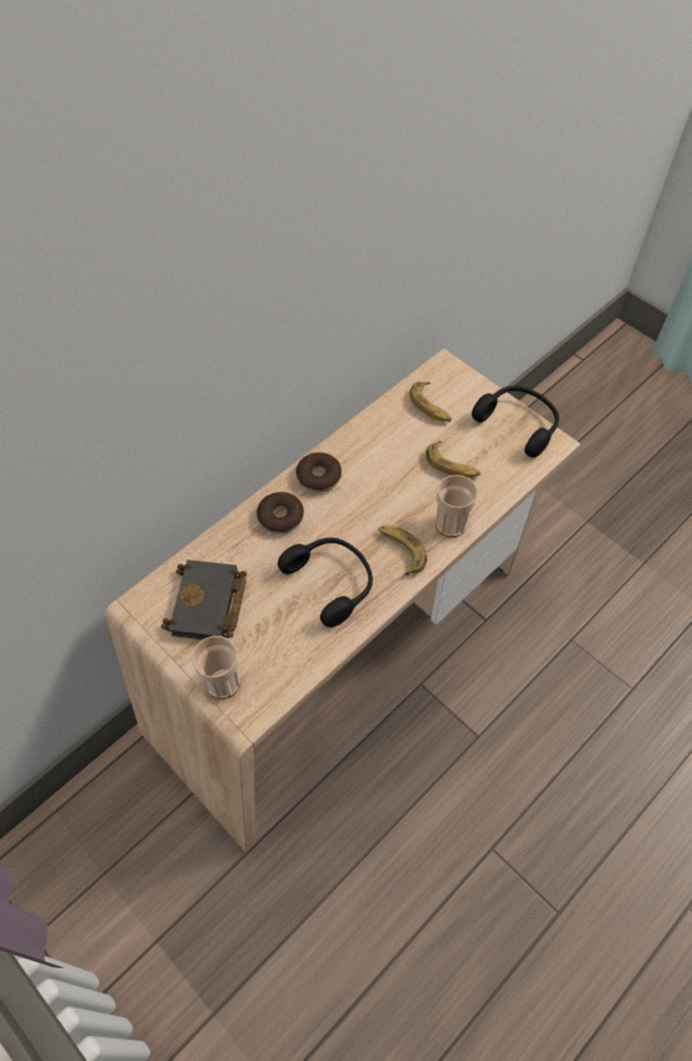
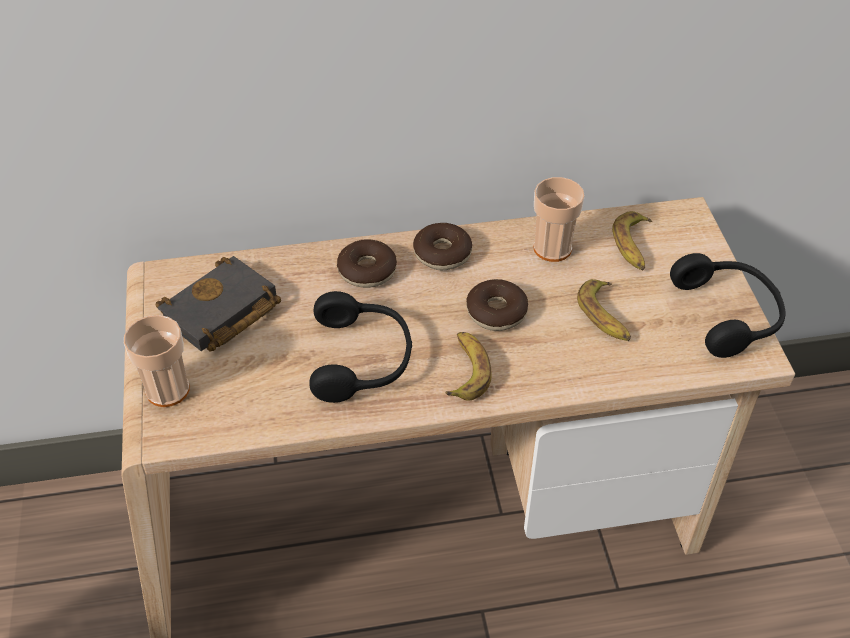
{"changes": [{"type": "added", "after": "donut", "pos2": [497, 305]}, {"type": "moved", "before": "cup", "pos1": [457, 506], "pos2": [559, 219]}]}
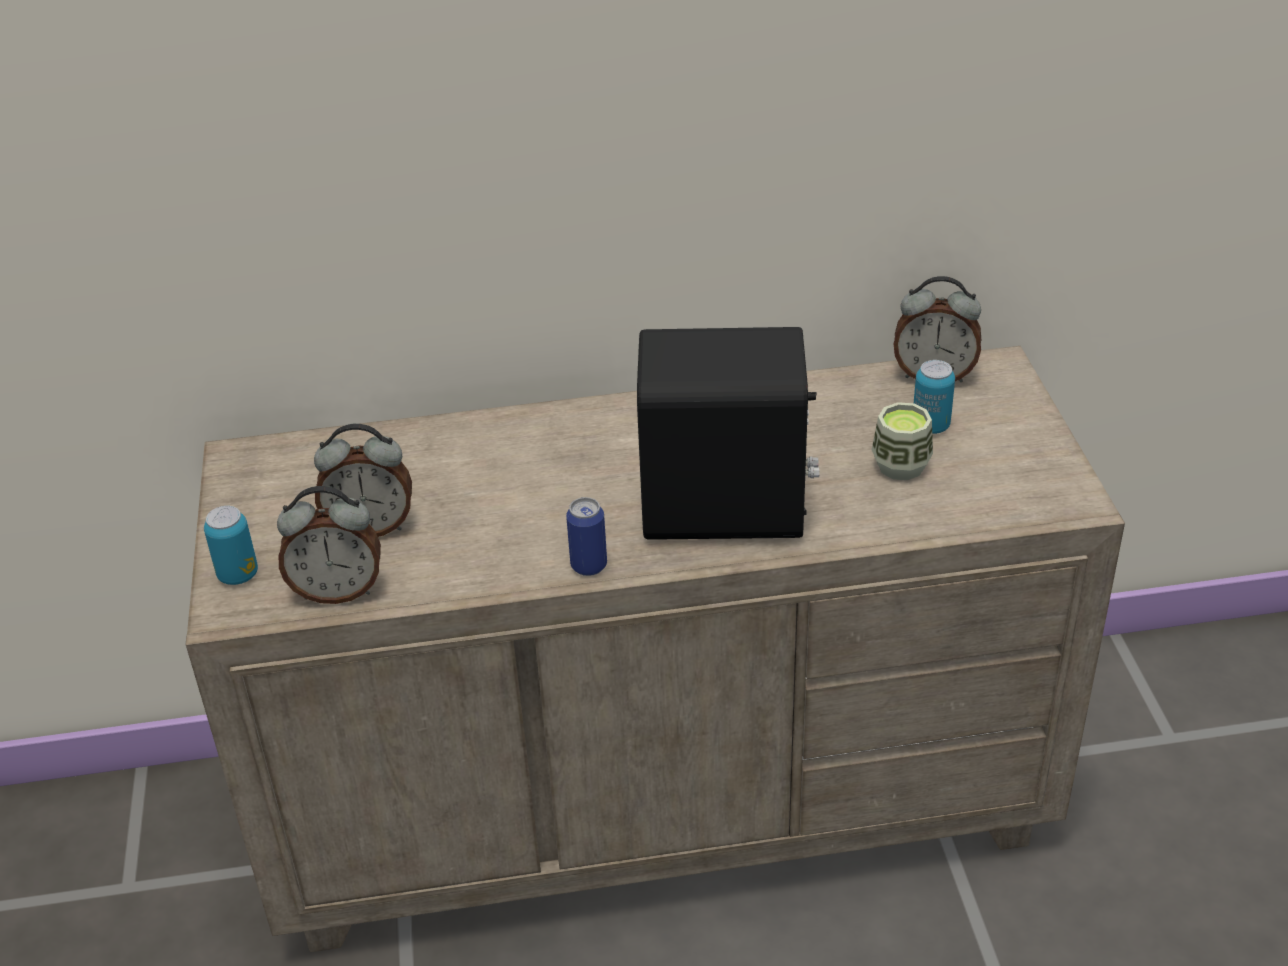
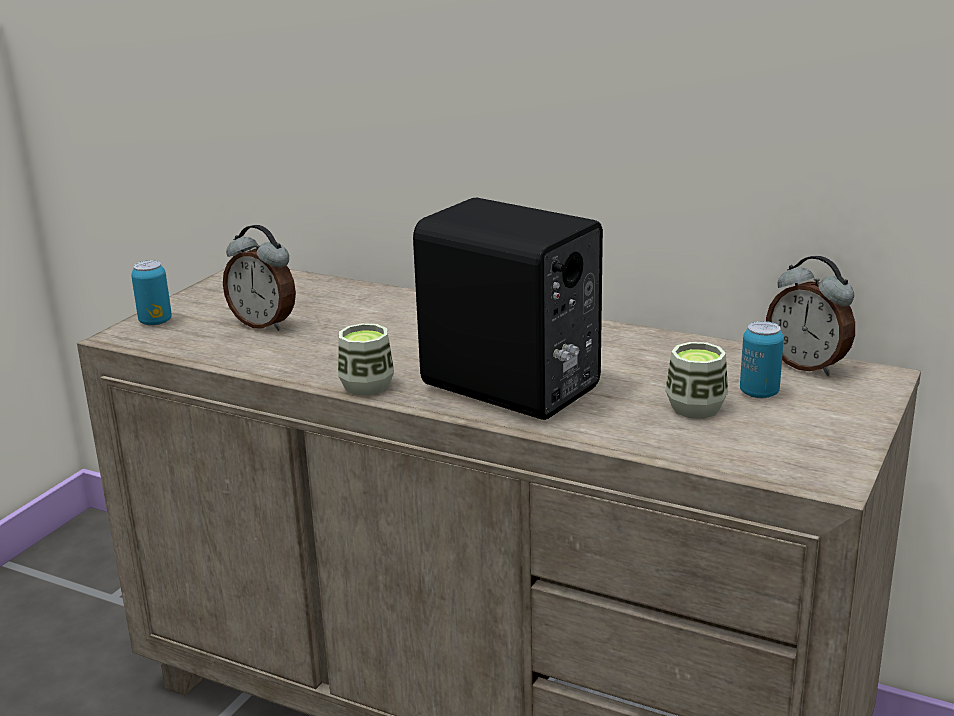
{"changes": [{"type": "replaced", "before": "can", "after": "cup", "pos1": [586, 536], "pos2": [366, 359]}, {"type": "removed", "before": "alarm clock", "pos1": [329, 545]}]}
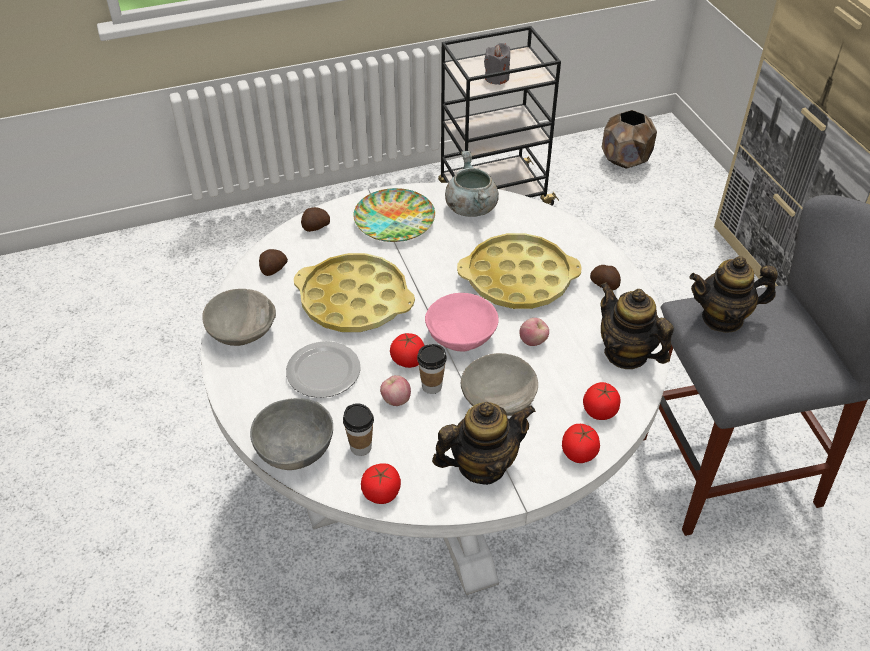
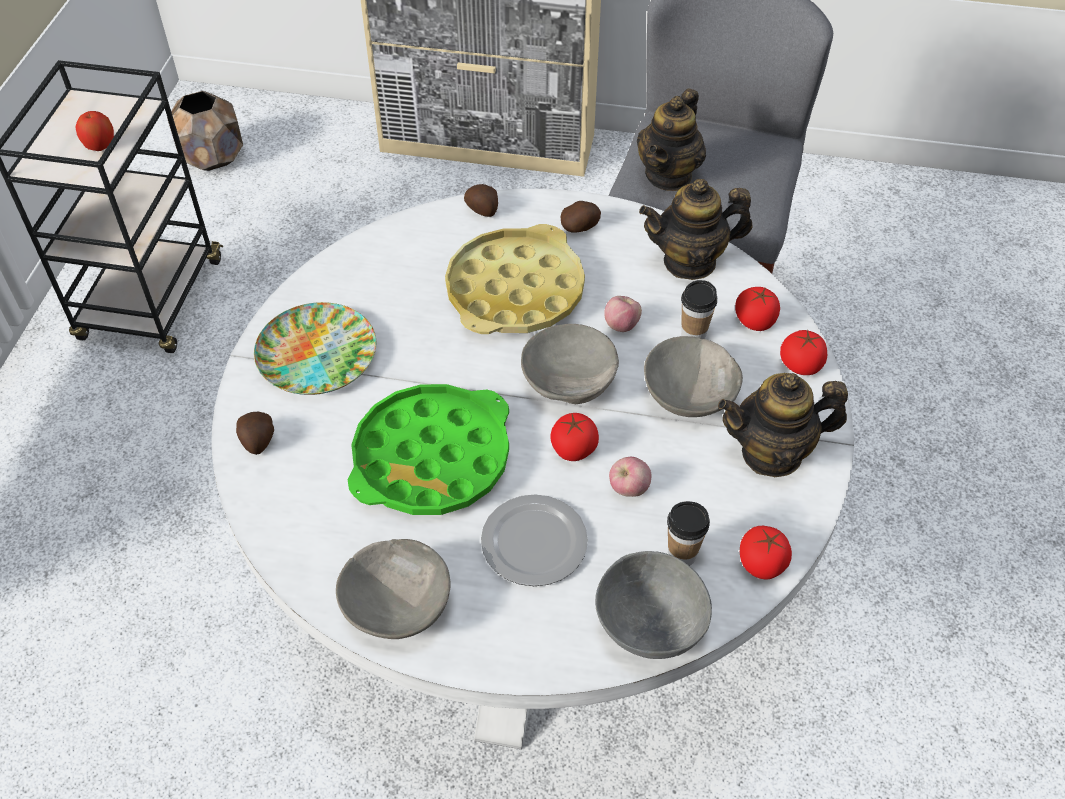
{"changes": [{"type": "replaced", "before": "grey candle", "after": "apple", "pos1": [497, 64], "pos2": [94, 131]}, {"type": "recoloured", "before": "yellow tray", "after": "green tray", "pos1": [354, 292], "pos2": [428, 449]}, {"type": "moved", "before": "potato", "pos1": [273, 262], "pos2": [481, 200]}, {"type": "recoloured", "before": "pink bowl", "after": "grey bowl", "pos1": [462, 322], "pos2": [570, 364]}, {"type": "moved", "before": "cup", "pos1": [432, 369], "pos2": [699, 309]}, {"type": "turned", "before": "teapot", "pos1": [484, 443], "pos2": [783, 425], "turn": -105}, {"type": "removed", "before": "grey cooking pot", "pos1": [472, 184]}]}
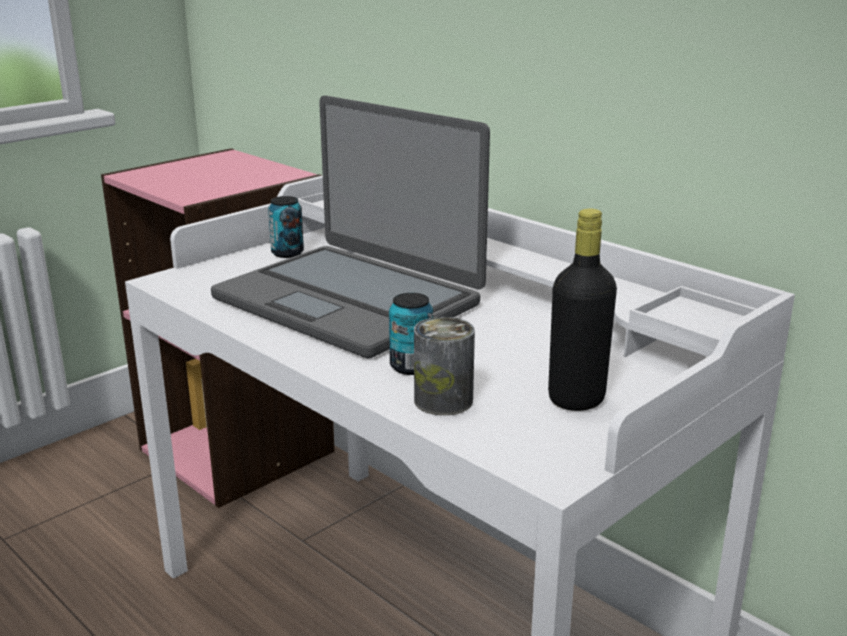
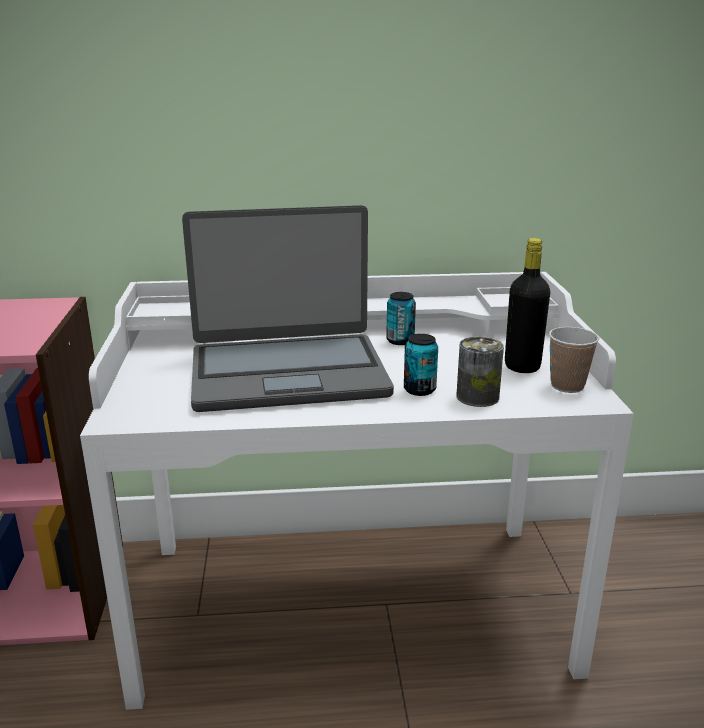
{"changes": [{"type": "moved", "before": "can", "pos1": [286, 227], "pos2": [401, 318]}, {"type": "added", "after": "cup", "pos2": [574, 360]}]}
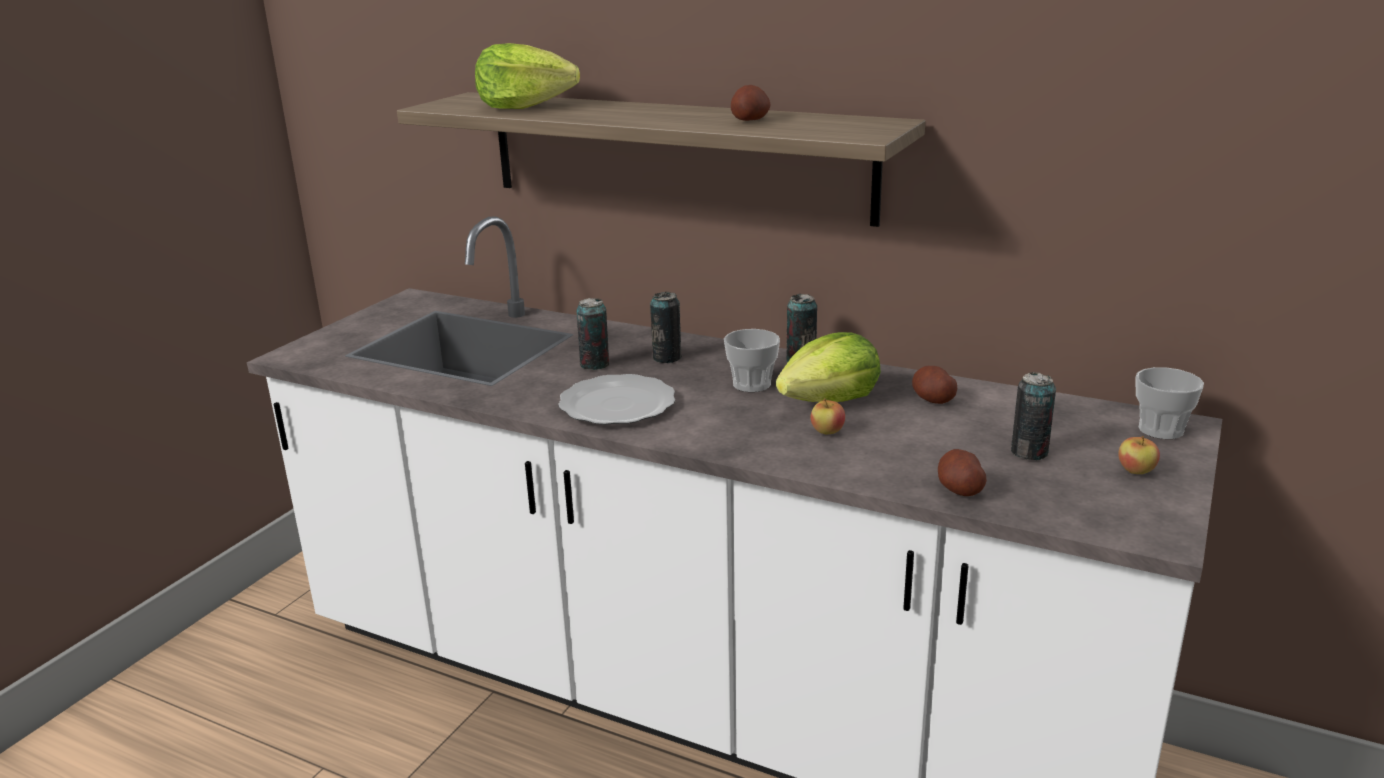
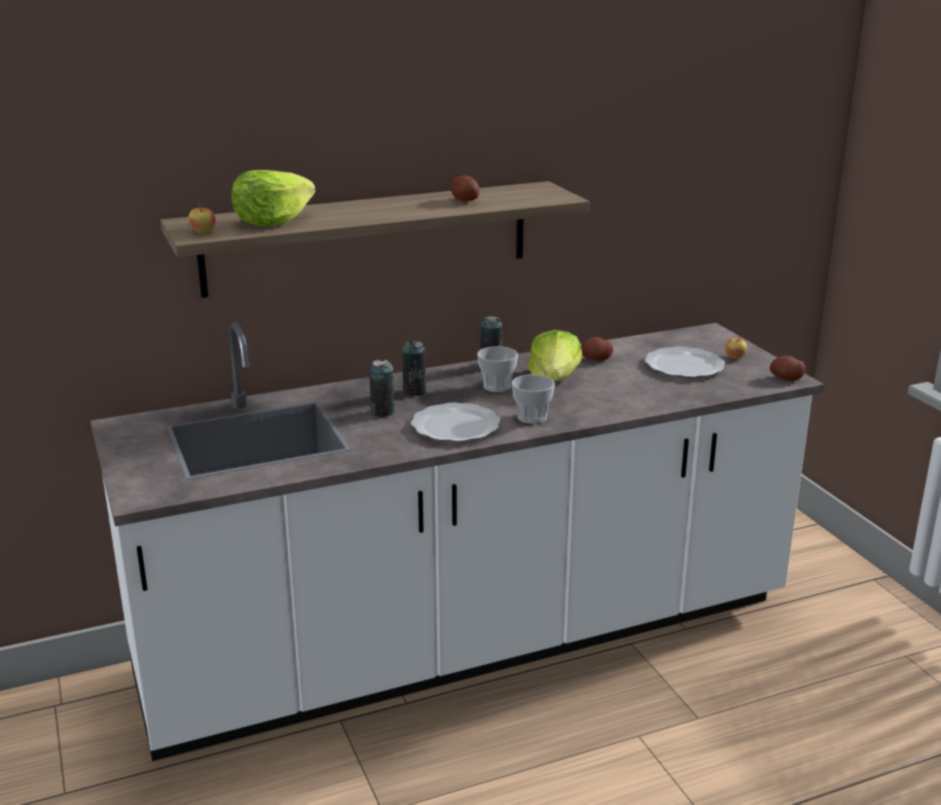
{"changes": [{"type": "moved", "before": "apple", "pos1": [827, 416], "pos2": [201, 218]}, {"type": "moved", "before": "cup", "pos1": [1170, 403], "pos2": [533, 399]}, {"type": "replaced", "before": "can", "after": "plate", "pos1": [1033, 416], "pos2": [685, 362]}, {"type": "moved", "before": "potato", "pos1": [962, 472], "pos2": [787, 368]}]}
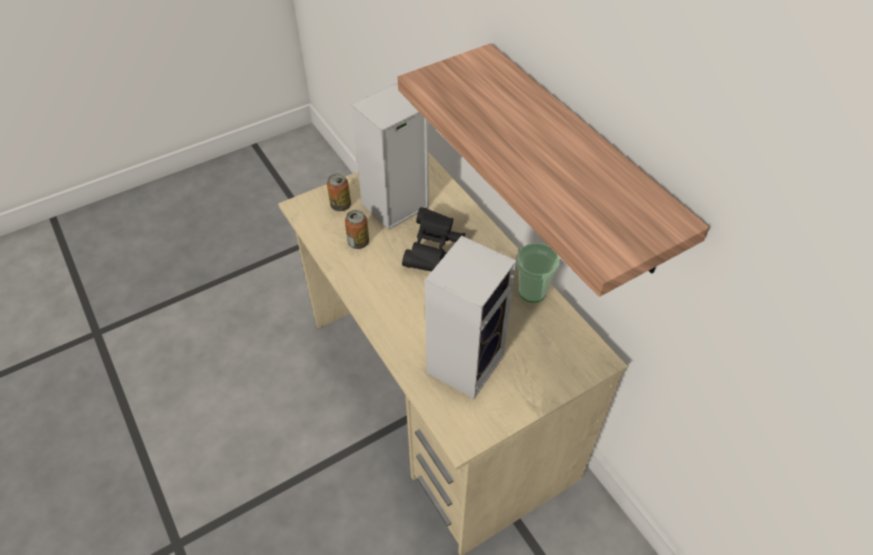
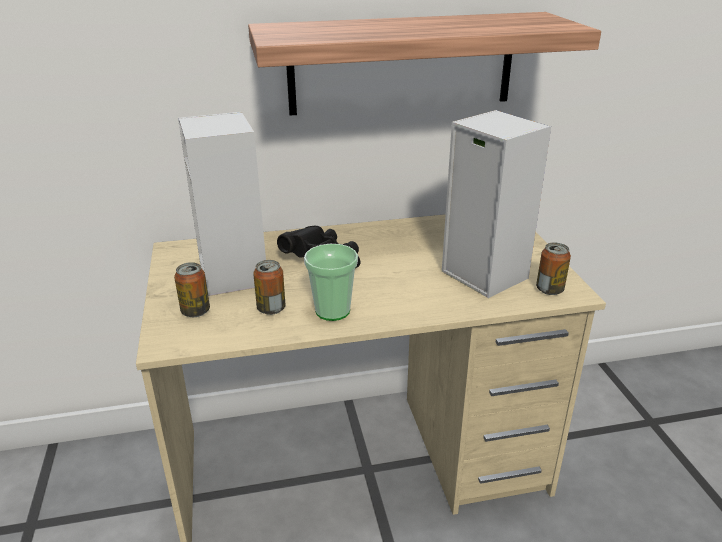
{"changes": [{"type": "moved", "before": "cup", "pos1": [538, 273], "pos2": [331, 282]}, {"type": "added", "after": "can", "pos2": [553, 269]}]}
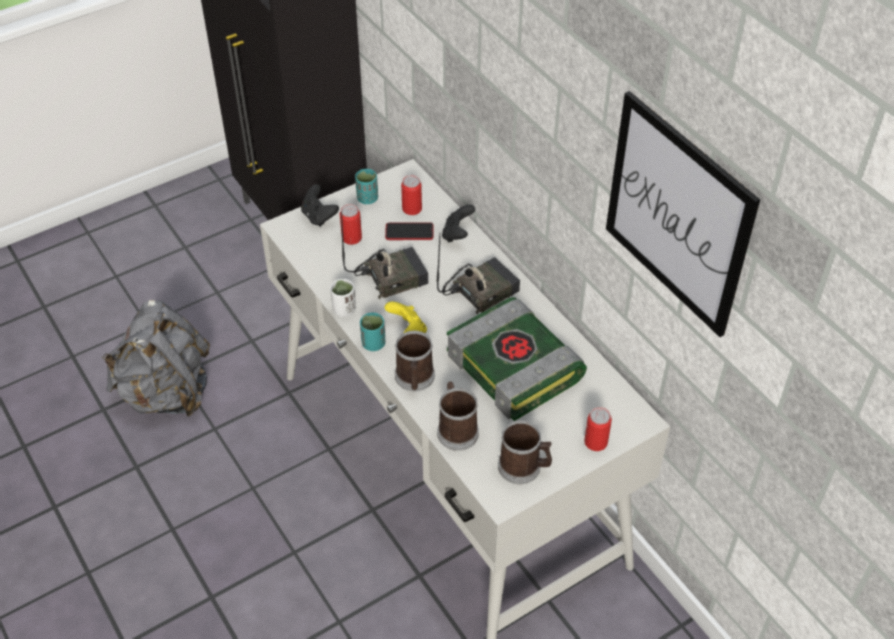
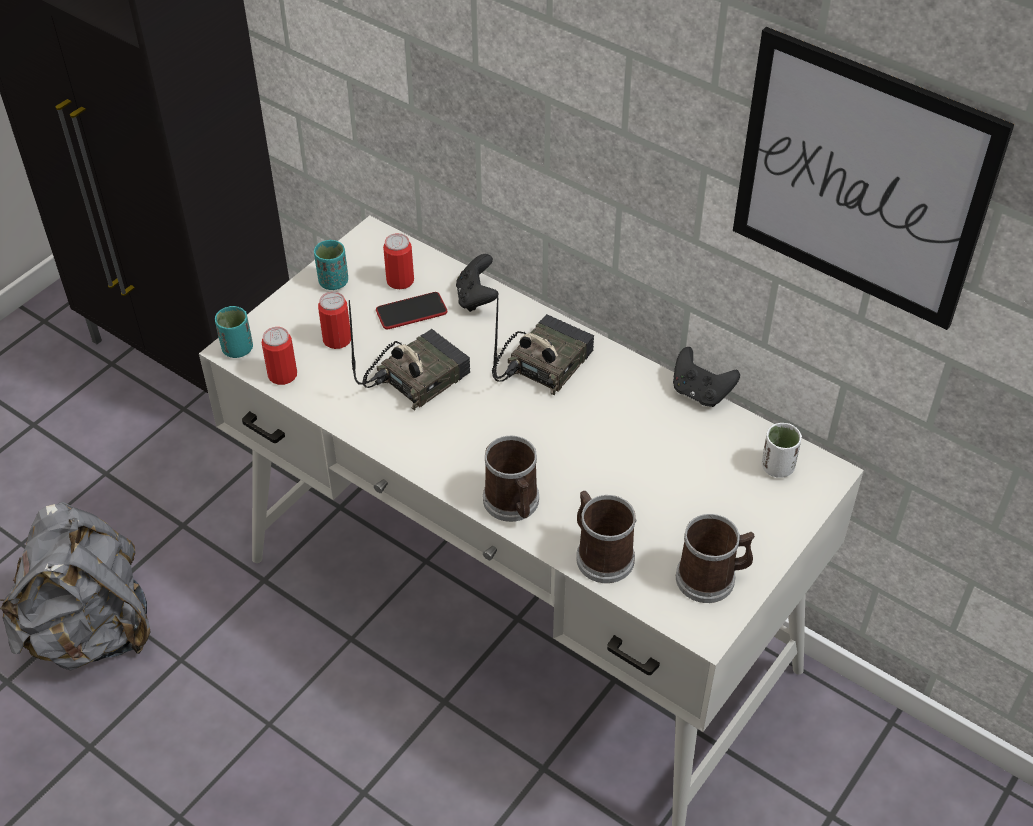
{"changes": [{"type": "moved", "before": "turquoise cup", "pos1": [372, 332], "pos2": [234, 332]}, {"type": "moved", "before": "can", "pos1": [598, 429], "pos2": [279, 356]}, {"type": "moved", "before": "black game controller", "pos1": [320, 205], "pos2": [706, 377]}, {"type": "moved", "before": "white cup", "pos1": [343, 298], "pos2": [782, 450]}, {"type": "removed", "before": "yellow game controller", "pos1": [406, 317]}, {"type": "removed", "before": "book", "pos1": [517, 359]}]}
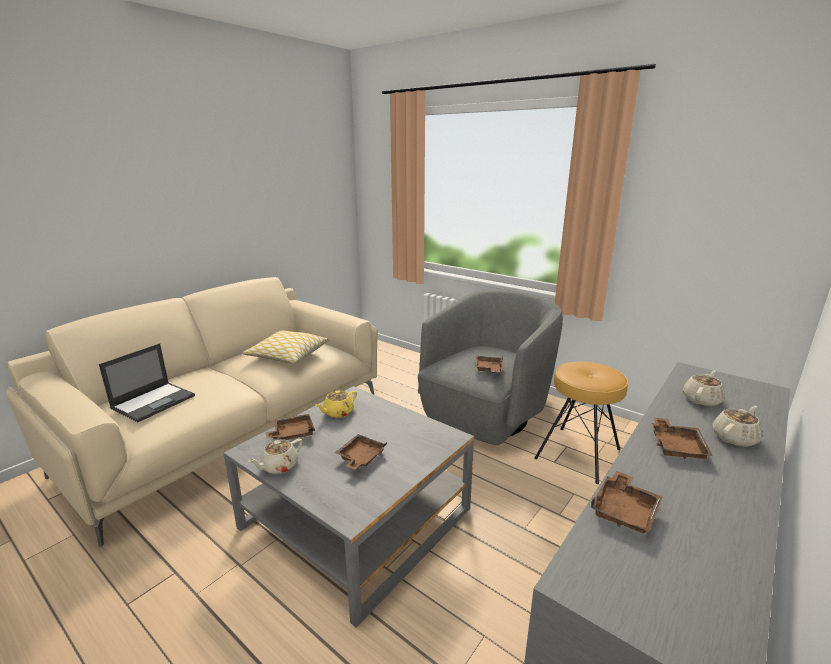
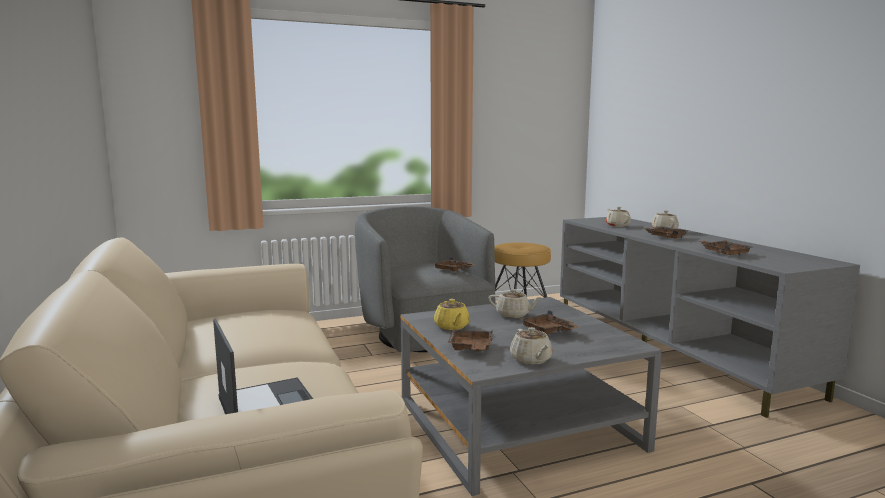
{"changes": [{"type": "added", "after": "beige teapot", "pos2": [515, 303]}, {"type": "removed", "before": "pillow", "pos1": [285, 347]}]}
